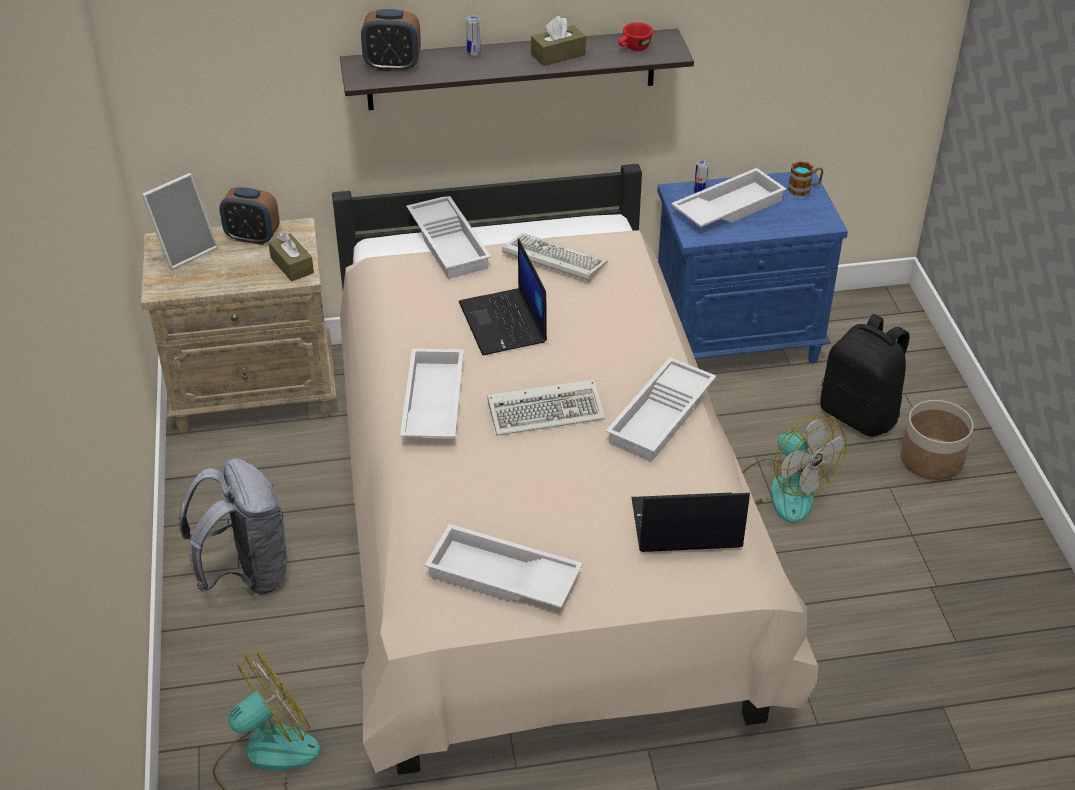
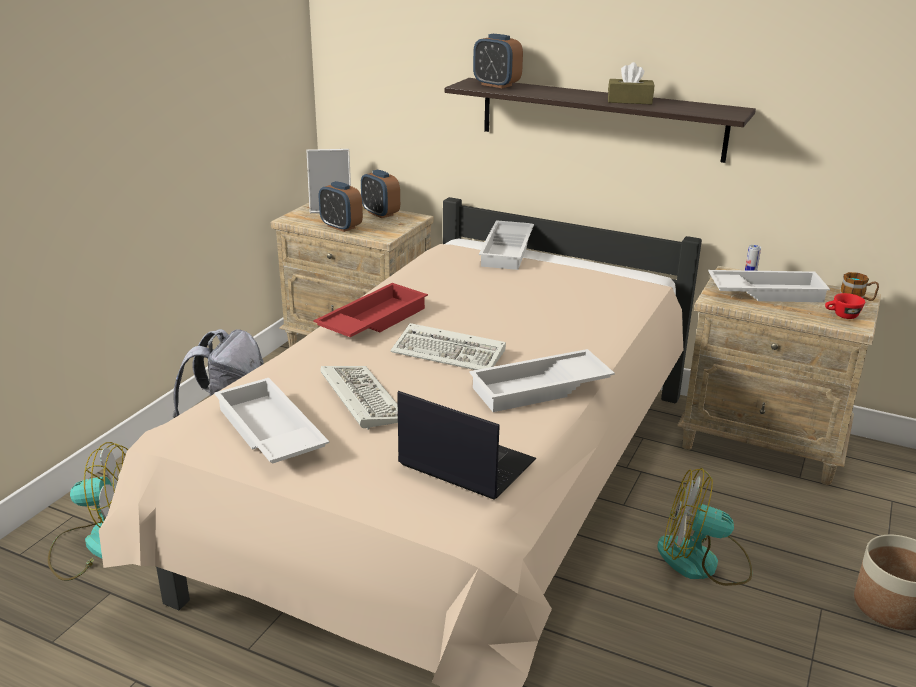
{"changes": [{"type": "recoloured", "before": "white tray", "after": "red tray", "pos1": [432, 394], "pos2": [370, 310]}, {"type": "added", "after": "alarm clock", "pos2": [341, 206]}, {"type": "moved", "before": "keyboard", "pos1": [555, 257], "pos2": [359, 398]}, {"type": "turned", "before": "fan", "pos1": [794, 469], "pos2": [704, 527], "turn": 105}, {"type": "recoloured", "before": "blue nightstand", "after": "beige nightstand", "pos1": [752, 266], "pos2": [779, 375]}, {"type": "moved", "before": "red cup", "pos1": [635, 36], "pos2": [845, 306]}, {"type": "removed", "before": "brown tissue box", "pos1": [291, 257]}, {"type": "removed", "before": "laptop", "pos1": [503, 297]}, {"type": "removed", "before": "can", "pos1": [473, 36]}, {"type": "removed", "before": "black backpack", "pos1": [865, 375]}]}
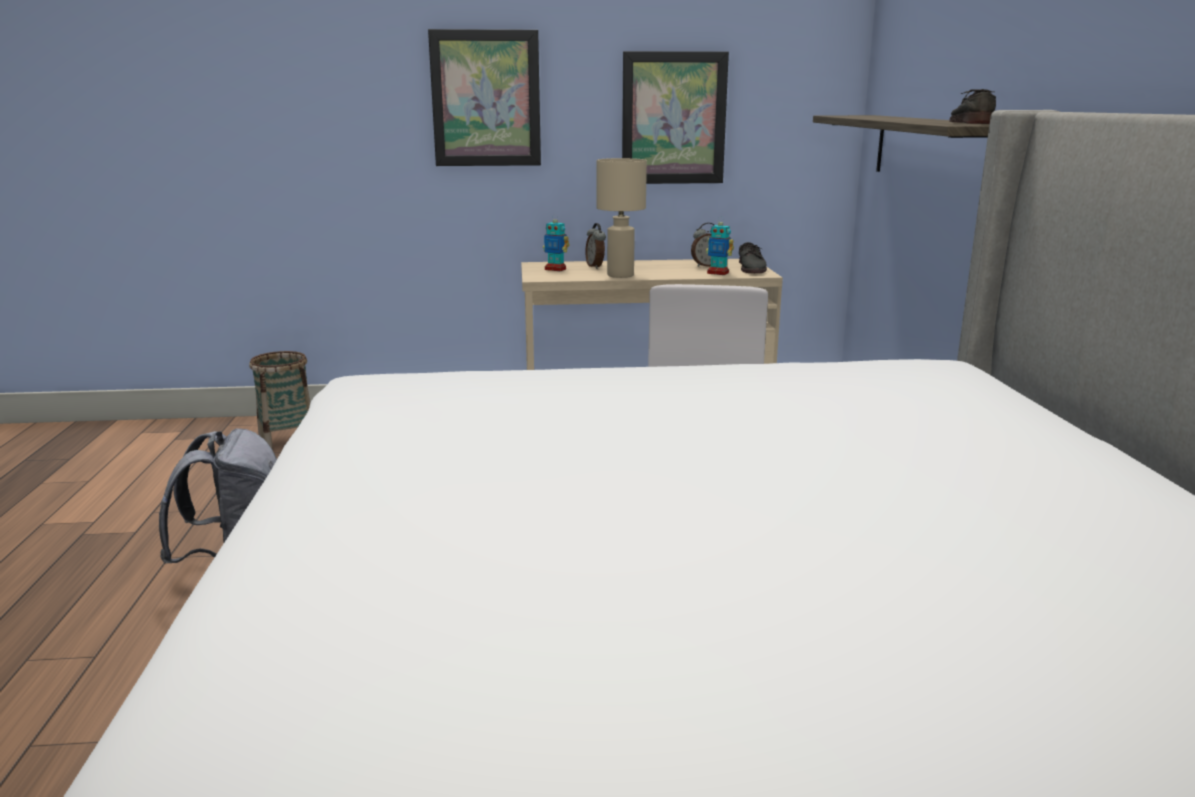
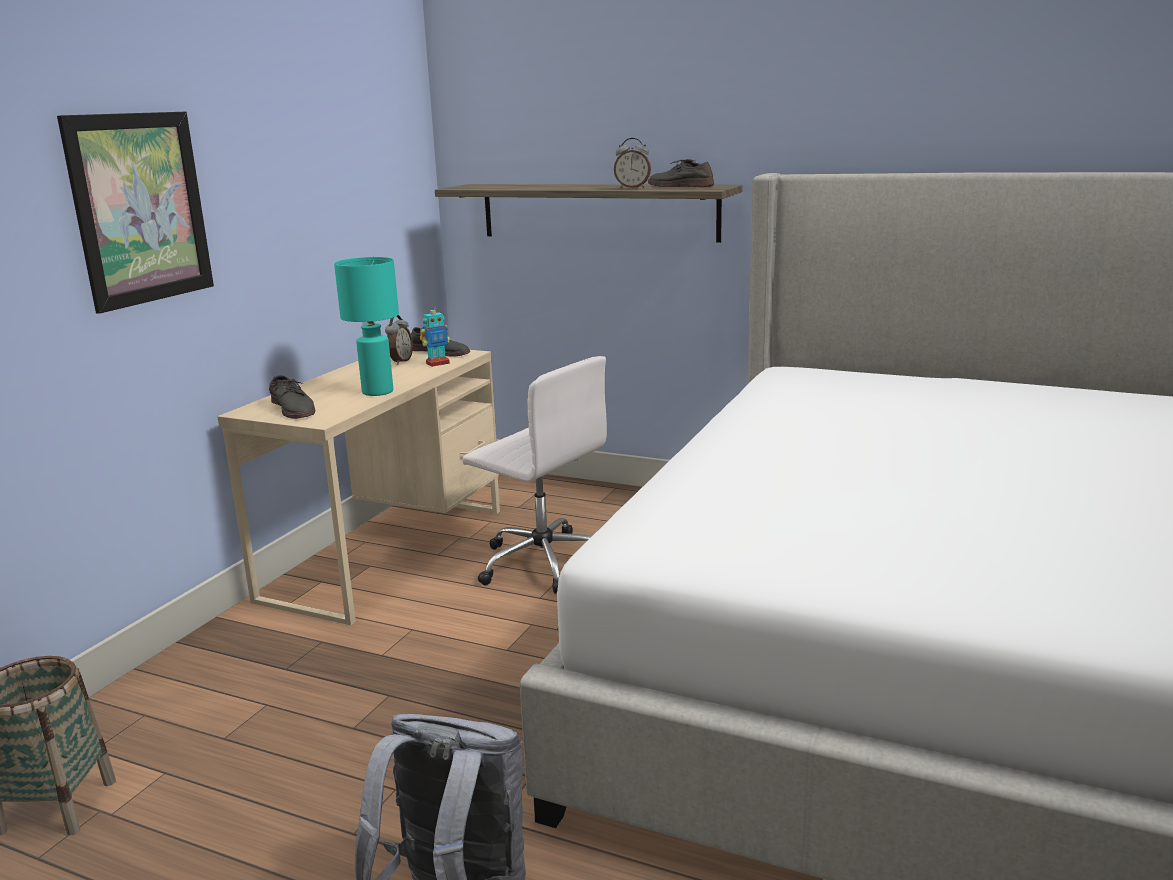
{"changes": [{"type": "replaced", "before": "toy robot", "after": "grey shoe", "pos1": [556, 242], "pos2": [292, 397]}, {"type": "recoloured", "before": "beige table lamp", "after": "turquoise table lamp", "pos1": [622, 218], "pos2": [366, 326]}, {"type": "moved", "before": "alarm clock", "pos1": [595, 246], "pos2": [632, 163]}, {"type": "removed", "before": "picture", "pos1": [675, 117]}]}
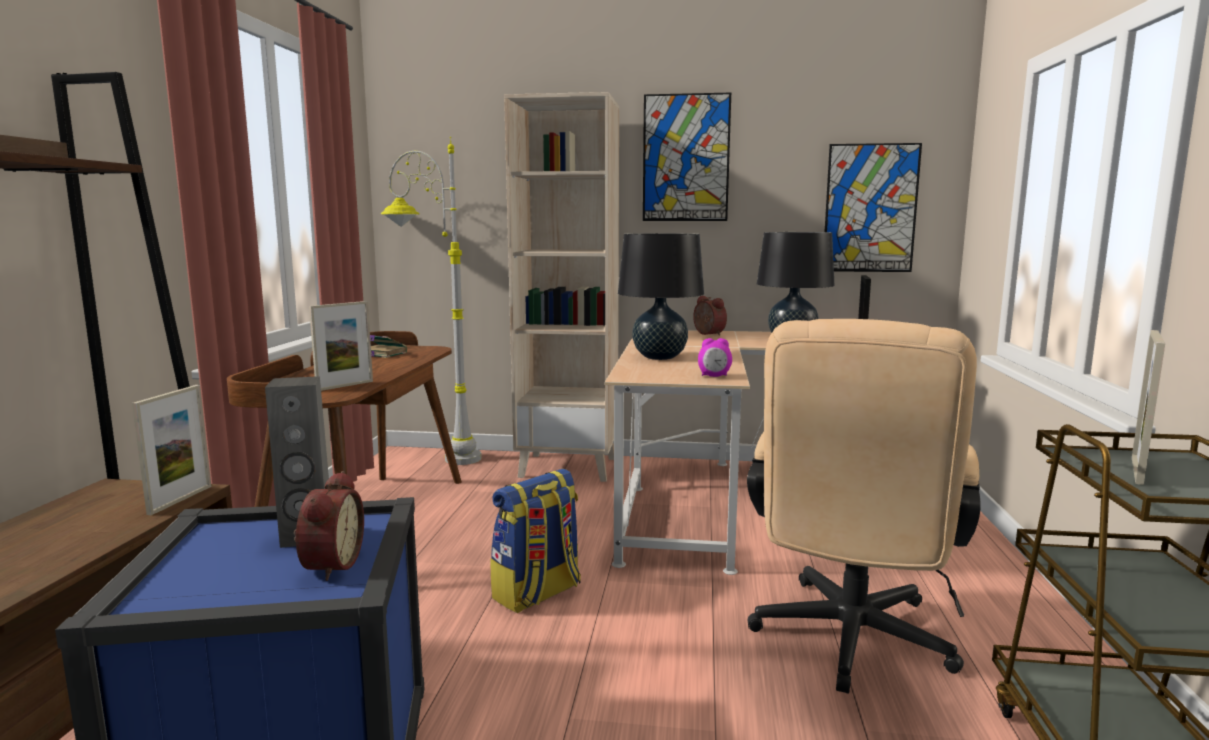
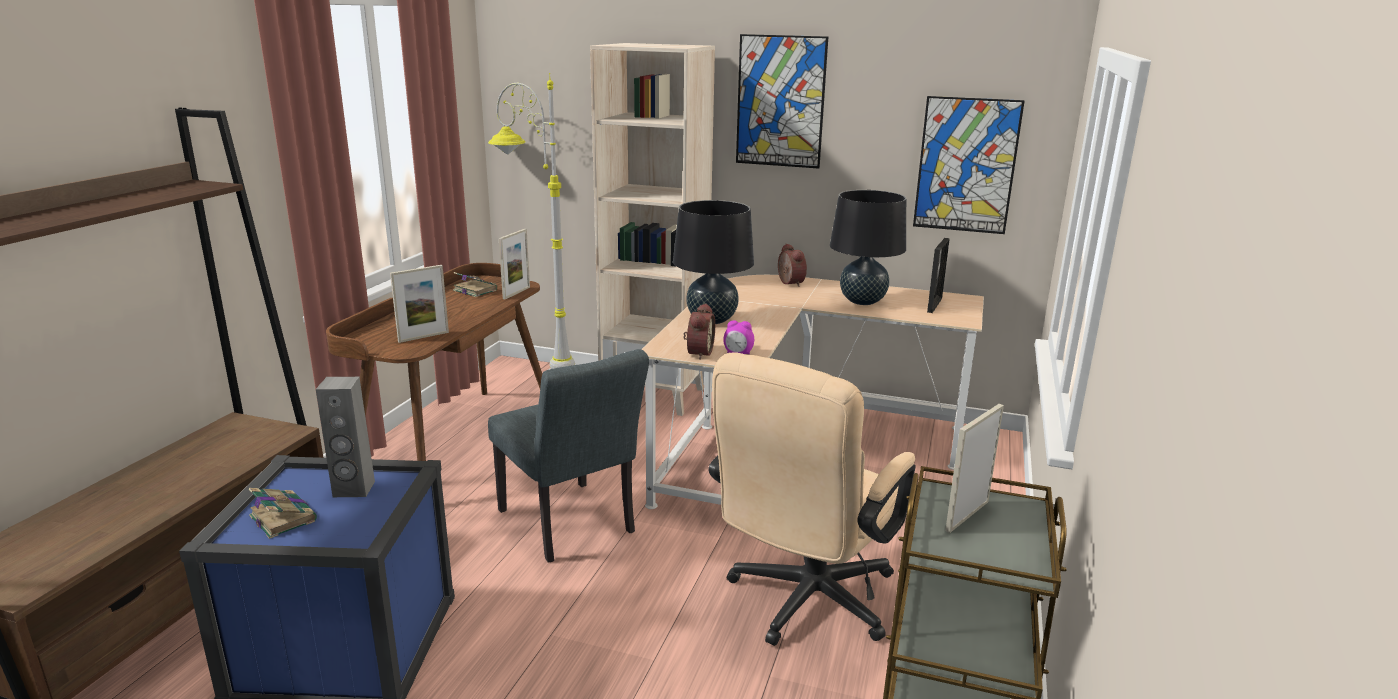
{"changes": [{"type": "added", "after": "book", "pos2": [283, 513]}, {"type": "replaced", "before": "backpack", "after": "grey chair", "pos1": [536, 541], "pos2": [568, 456]}, {"type": "moved", "before": "picture frame", "pos1": [171, 450], "pos2": [514, 264]}, {"type": "moved", "before": "alarm clock", "pos1": [329, 526], "pos2": [699, 331]}]}
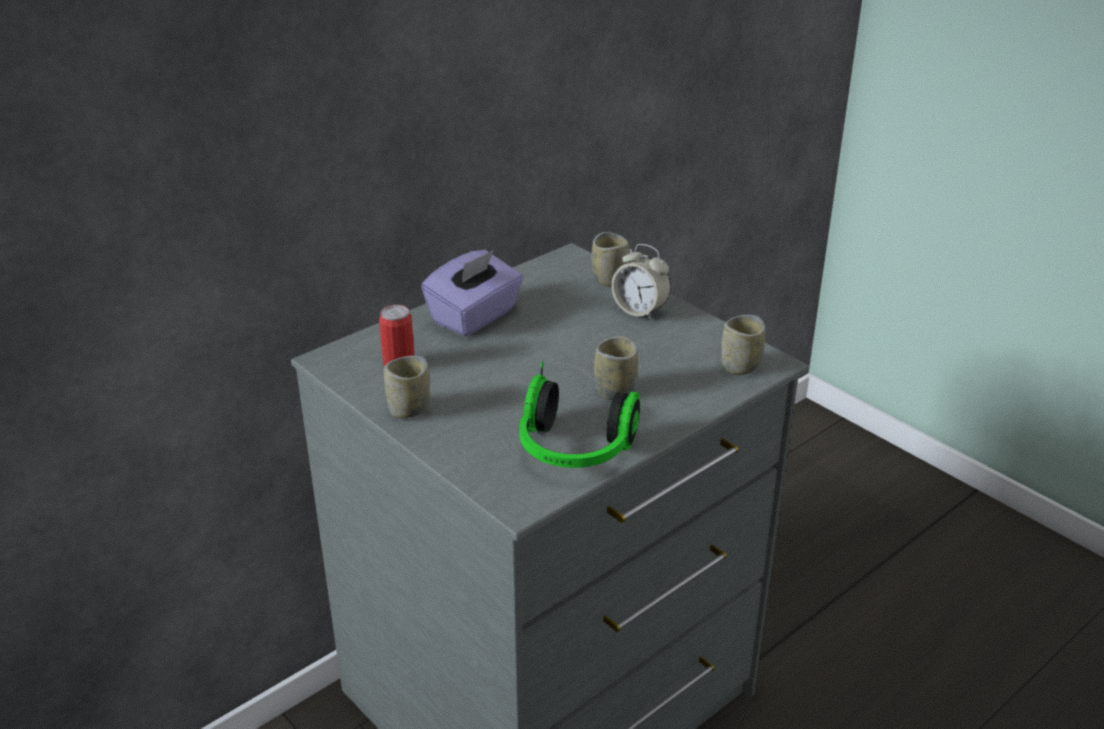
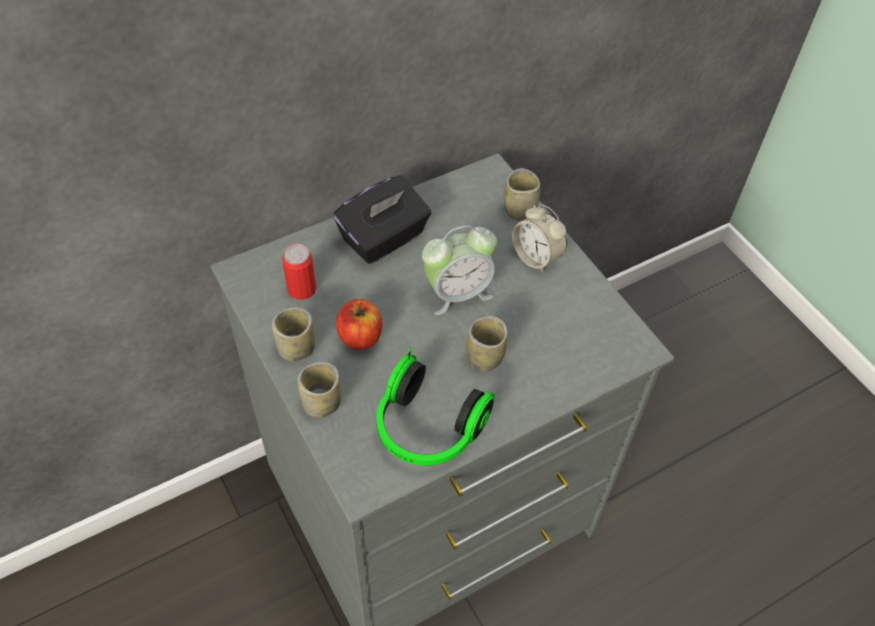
{"changes": [{"type": "moved", "before": "cup", "pos1": [743, 345], "pos2": [319, 390]}, {"type": "recoloured", "before": "purple tissue box", "after": "black tissue box", "pos1": [472, 293], "pos2": [382, 219]}, {"type": "added", "after": "apple", "pos2": [359, 324]}, {"type": "added", "after": "alarm clock", "pos2": [459, 270]}]}
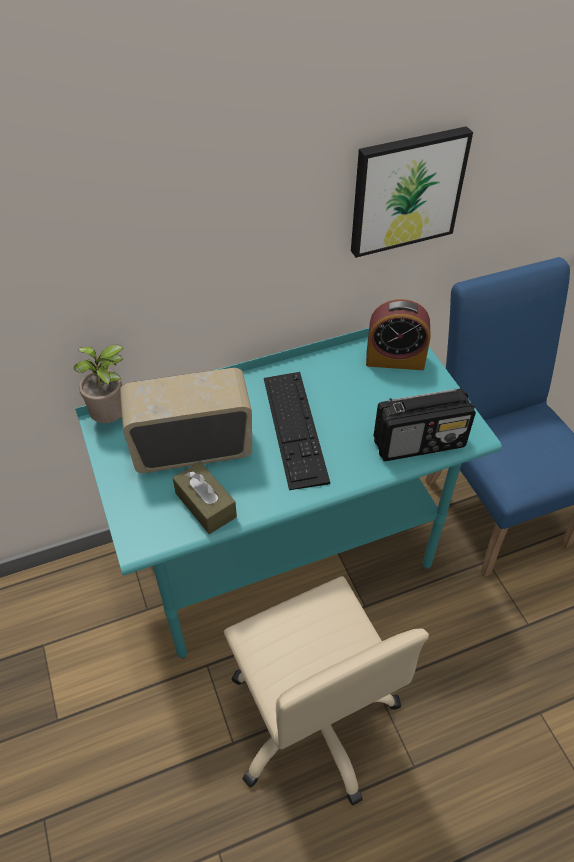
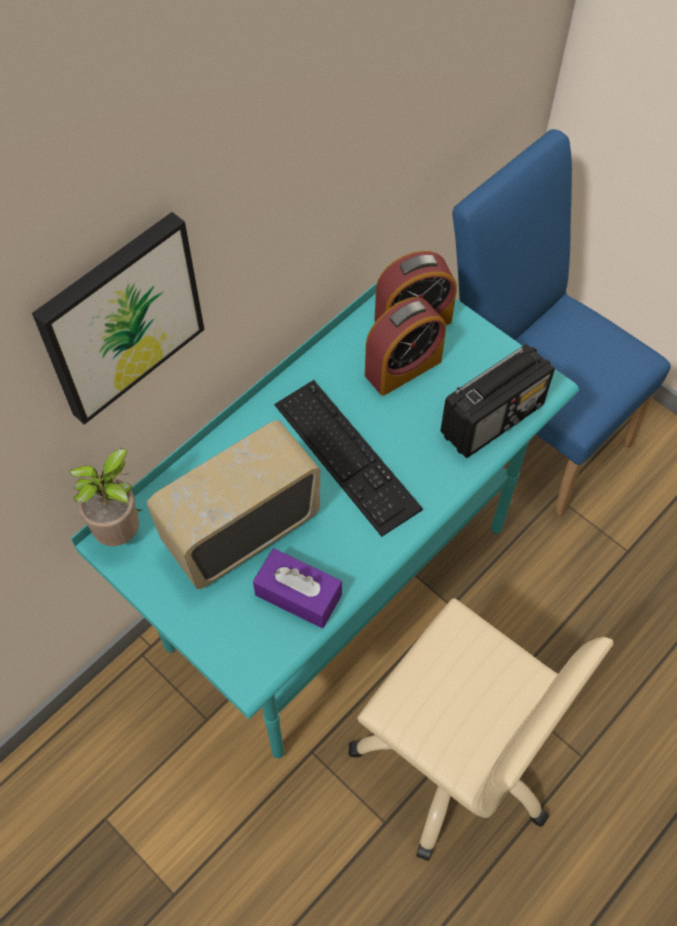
{"changes": [{"type": "moved", "before": "picture", "pos1": [412, 192], "pos2": [118, 318]}, {"type": "recoloured", "before": "brown tissue box", "after": "purple tissue box", "pos1": [205, 498], "pos2": [297, 588]}, {"type": "added", "after": "alarm clock", "pos2": [405, 346]}]}
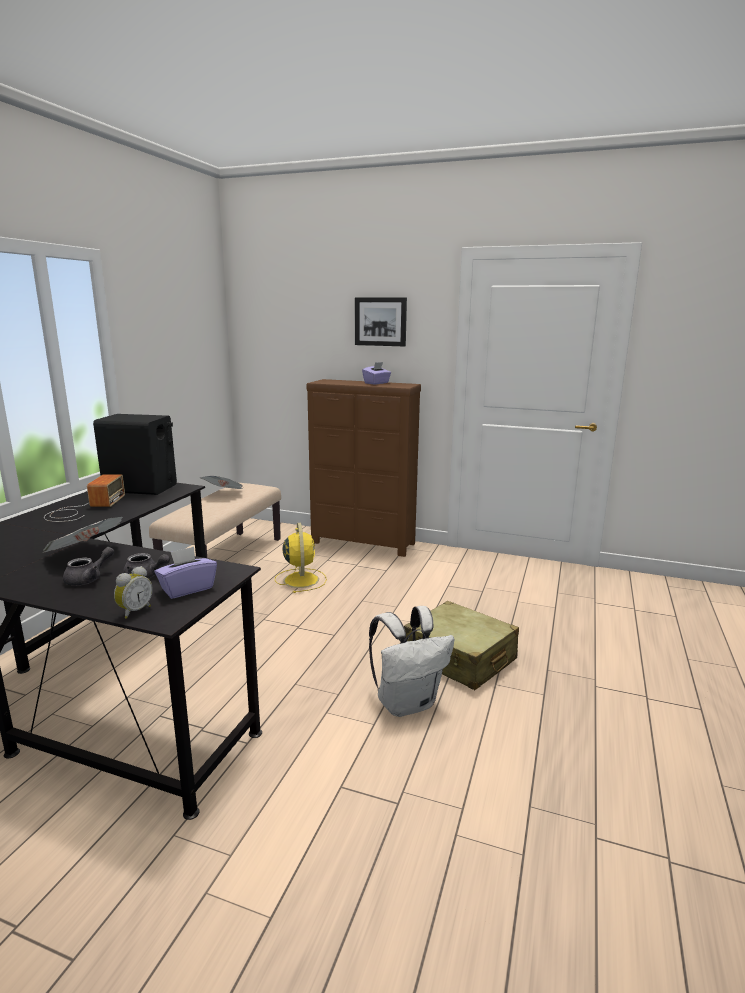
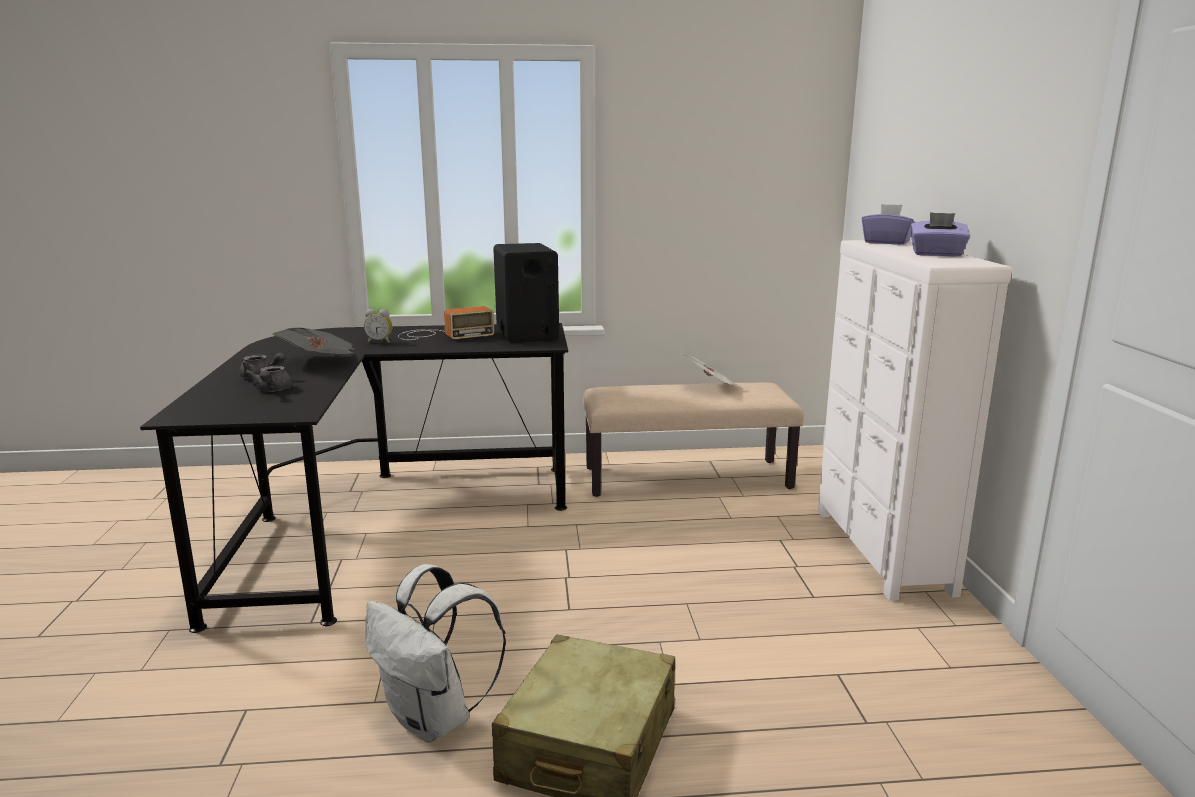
{"changes": [{"type": "moved", "before": "alarm clock", "pos1": [133, 592], "pos2": [378, 326]}, {"type": "recoloured", "before": "brown dresser", "after": "white dresser", "pos1": [364, 468], "pos2": [915, 420]}, {"type": "moved", "before": "purple tissue box", "pos1": [186, 572], "pos2": [888, 224]}, {"type": "removed", "before": "yellow fan", "pos1": [301, 558]}, {"type": "removed", "before": "picture", "pos1": [381, 322]}]}
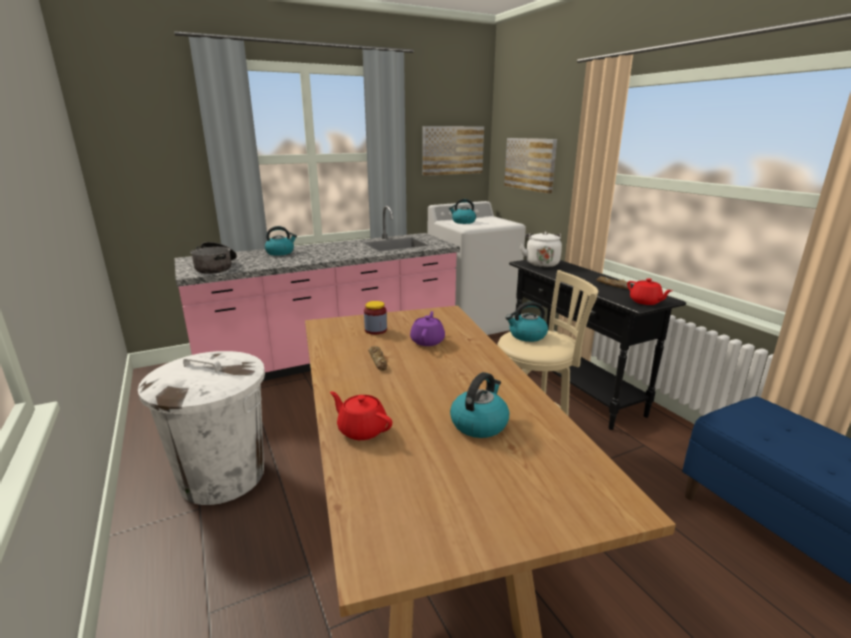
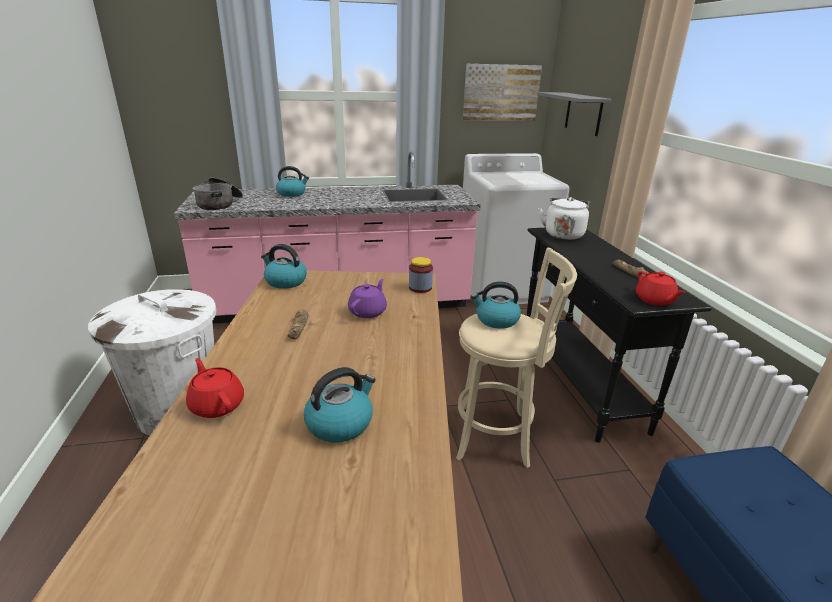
{"changes": [{"type": "moved", "before": "kettle", "pos1": [462, 211], "pos2": [284, 266]}, {"type": "moved", "before": "jar", "pos1": [375, 318], "pos2": [421, 275]}, {"type": "replaced", "before": "picture", "after": "grey shelf", "pos1": [530, 166], "pos2": [574, 114]}]}
